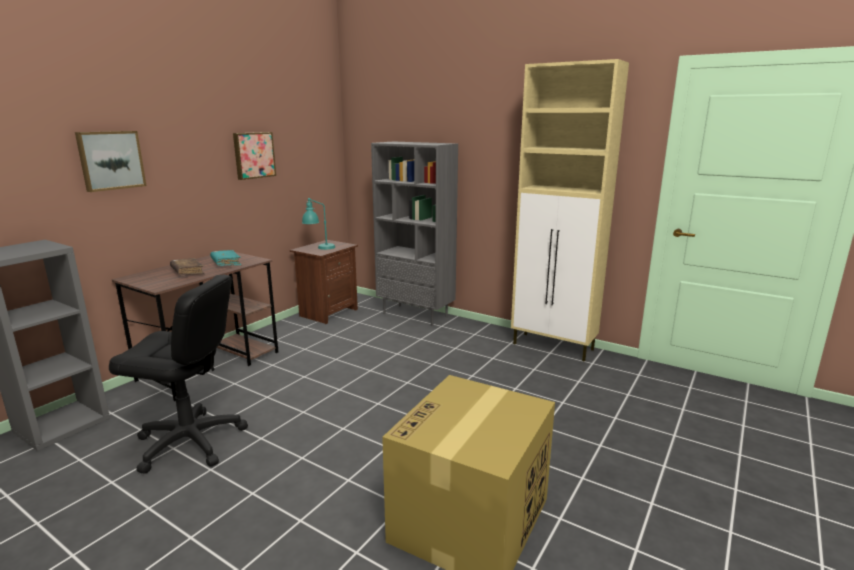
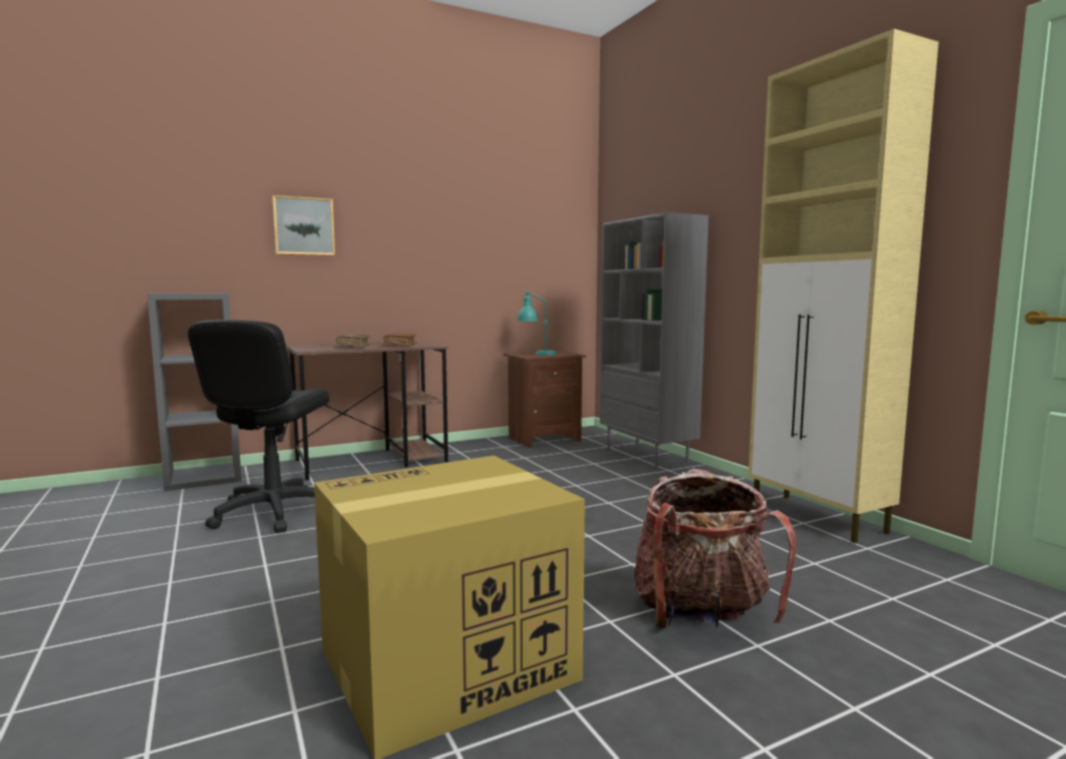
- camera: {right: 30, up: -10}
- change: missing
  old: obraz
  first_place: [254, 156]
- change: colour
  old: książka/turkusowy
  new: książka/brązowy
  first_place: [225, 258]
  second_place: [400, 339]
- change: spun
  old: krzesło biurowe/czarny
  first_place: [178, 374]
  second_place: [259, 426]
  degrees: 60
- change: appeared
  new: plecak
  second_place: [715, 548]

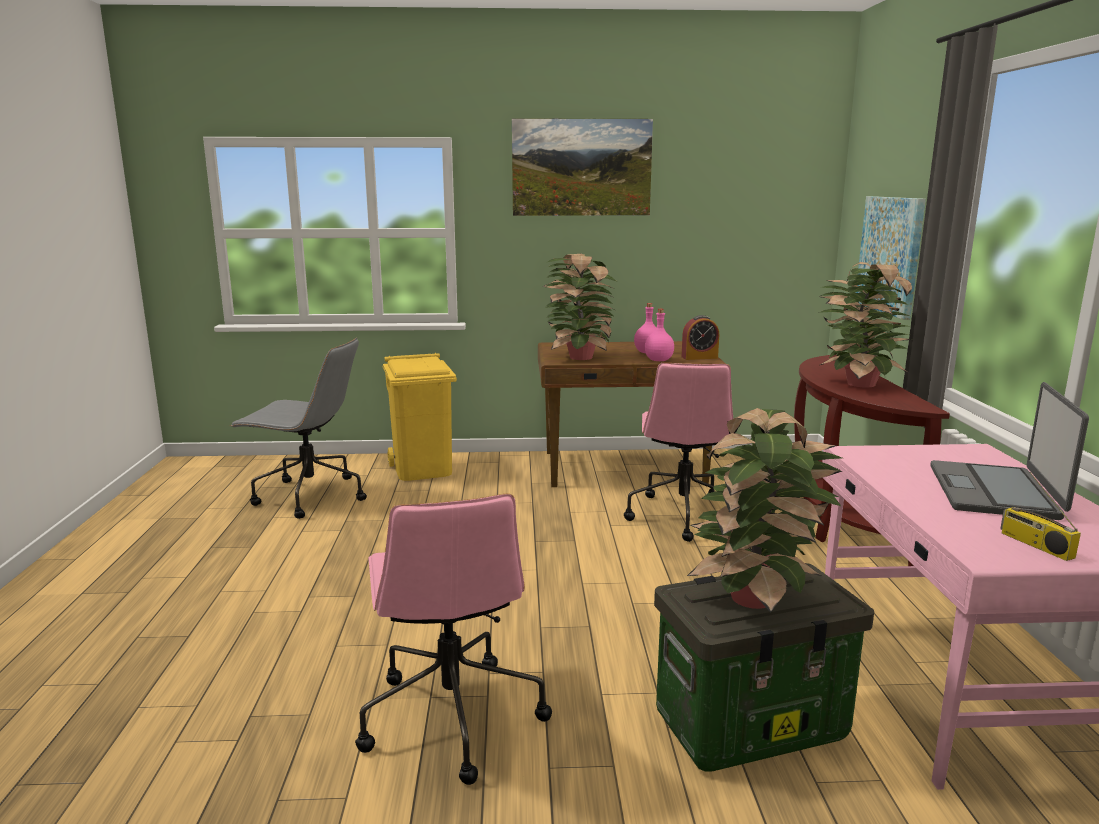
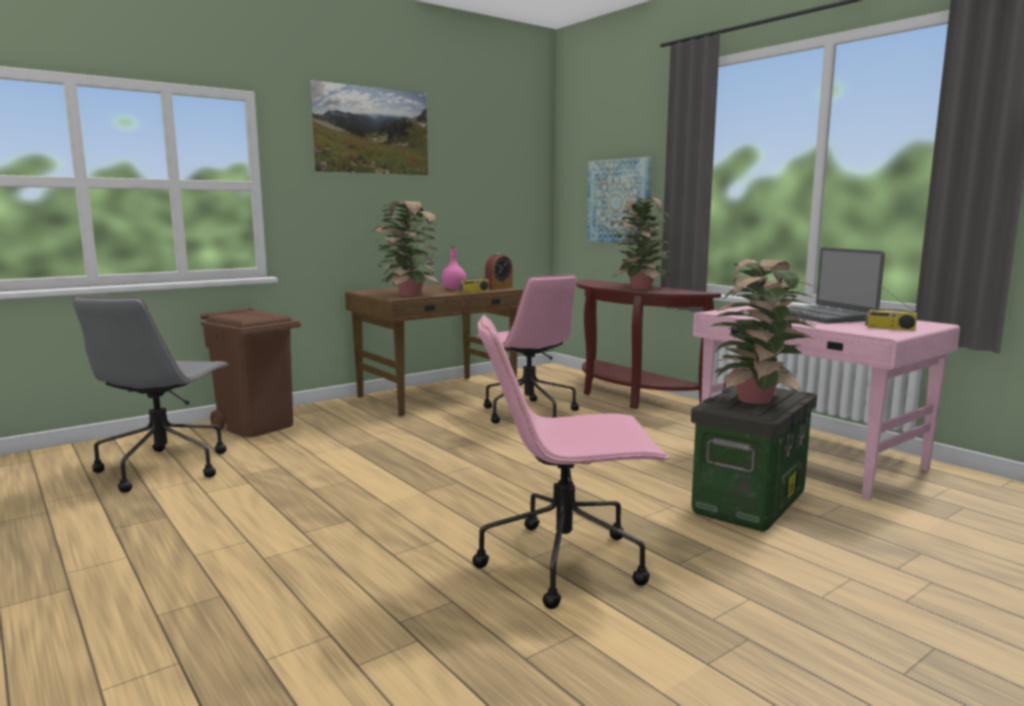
- camera: {right: -35, up: -5}
- change: exchanged
  old: butelka/różowy
  new: radio
  first_place: [659, 335]
  second_place: [474, 277]
- change: spun
  old: krzesło biurowe/szary
  first_place: [298, 428]
  second_place: [150, 394]
  degrees: 120
- change: colour
  old: kosz na śmieci/żółty
  new: kosz na śmieci/brązowy
  first_place: [419, 417]
  second_place: [250, 372]
- change: spun
  old: krzesło biurowe/różowy
  first_place: [453, 639]
  second_place: [571, 462]
  degrees: 135

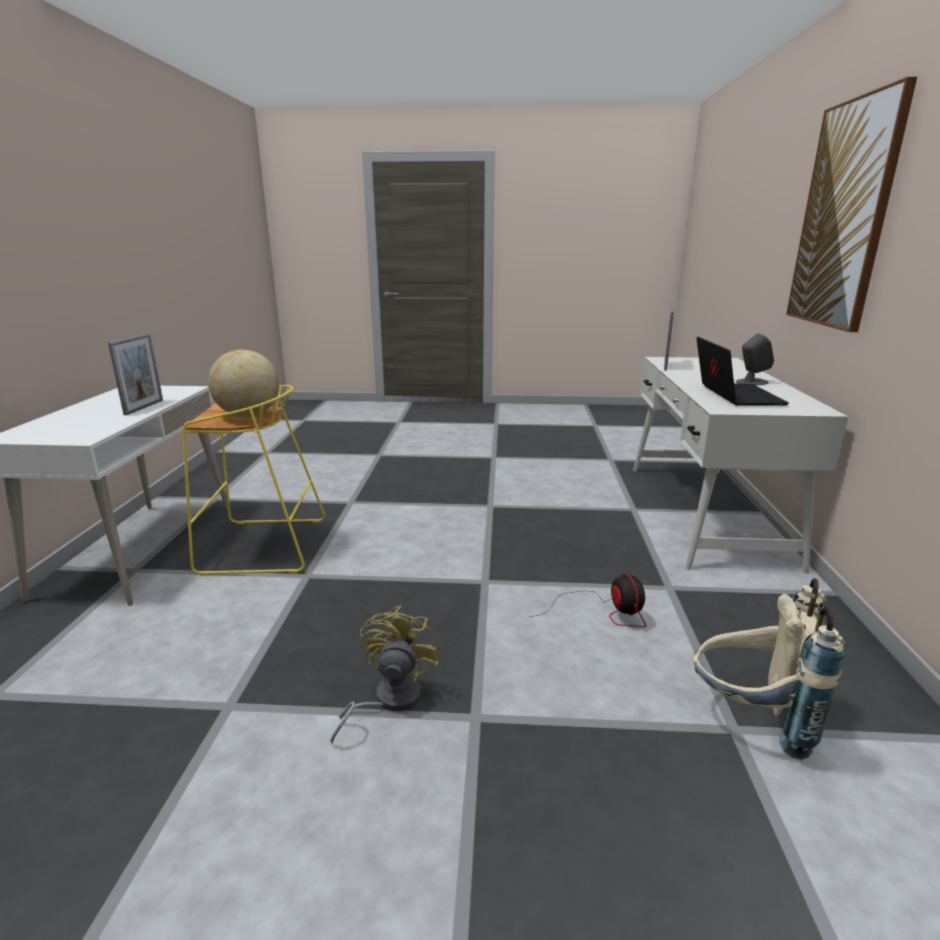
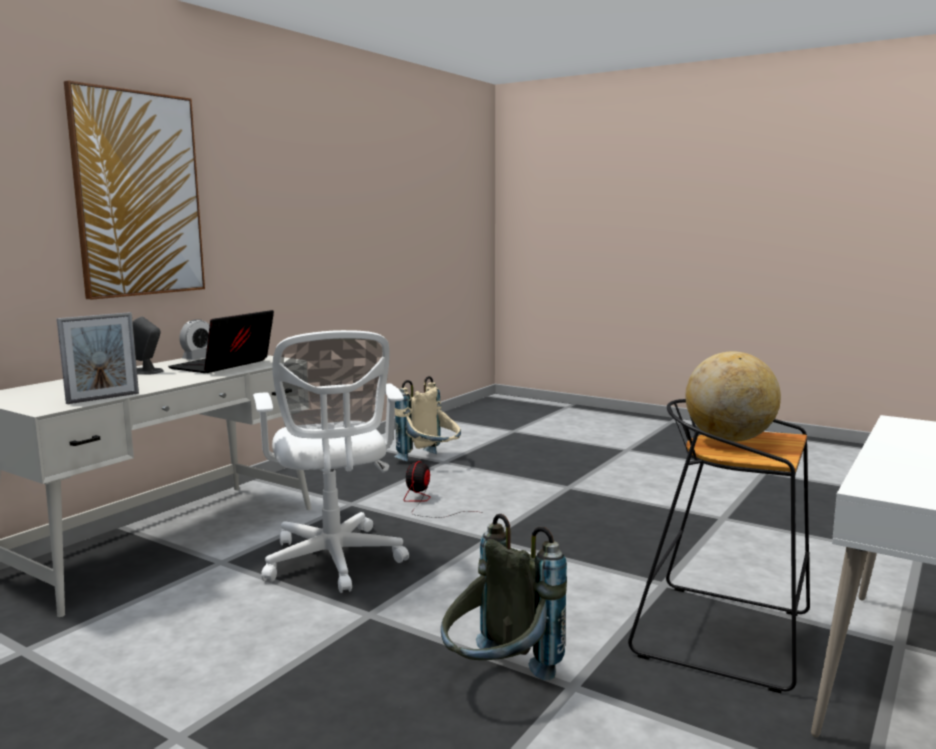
- camera: {right: -150, up: -10}
- change: missing
  old: ramka na zdjęcie
  first_place: [135, 374]
- change: colour
  old: stołek/żółty
  new: stołek/czarny
  first_place: [253, 480]
  second_place: [719, 546]
- change: missing
  old: wentylator/żółty
  first_place: [385, 675]
- change: appeared
  new: budzik
  second_place: [194, 339]
- change: appeared
  new: krzesło biurowe/biały
  second_place: [331, 461]
- change: appeared
  new: plecak/szary
  second_place: [504, 597]

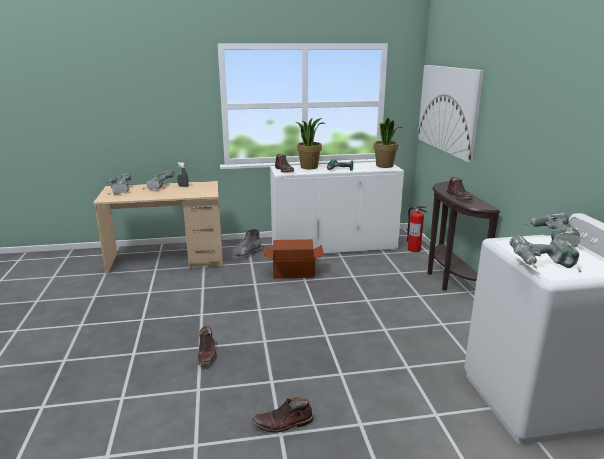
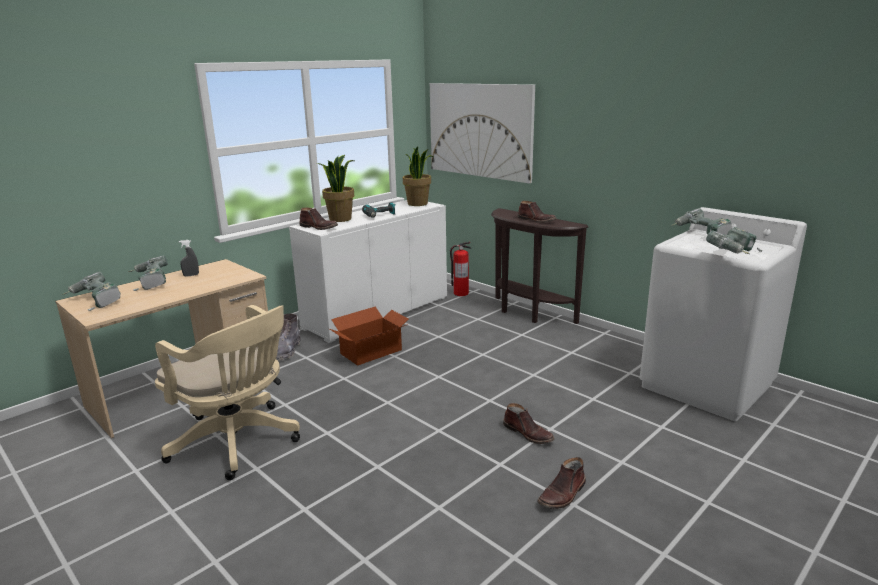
- camera: {right: -35, up: 0}
- change: relocated
  old: but z cholewką/brązowy
  first_place: [207, 345]
  second_place: [529, 423]
- change: appeared
  new: krzesło biurowe/beżowy
  second_place: [227, 392]

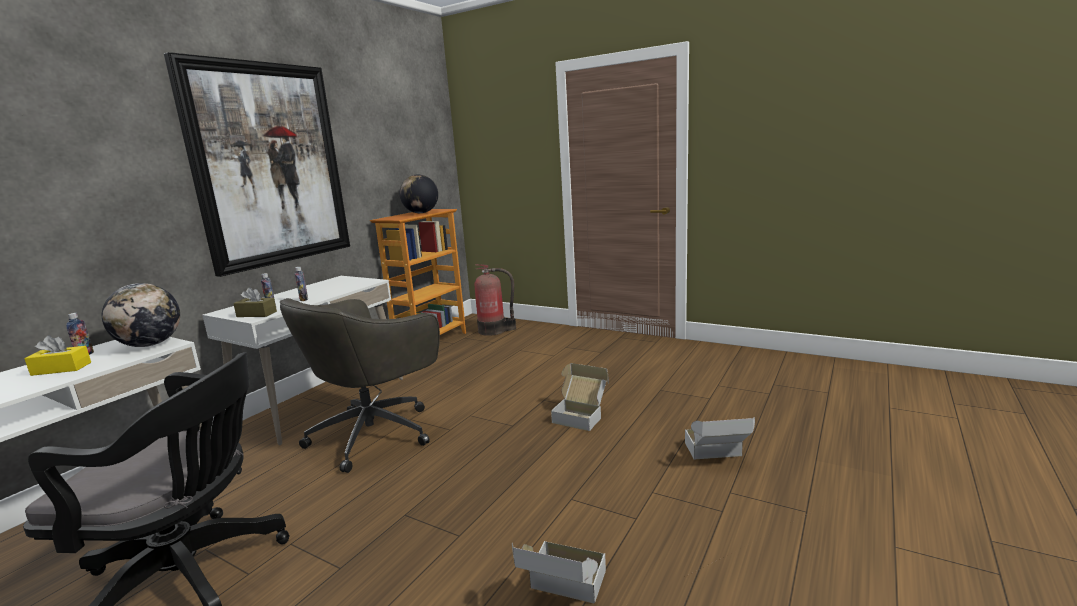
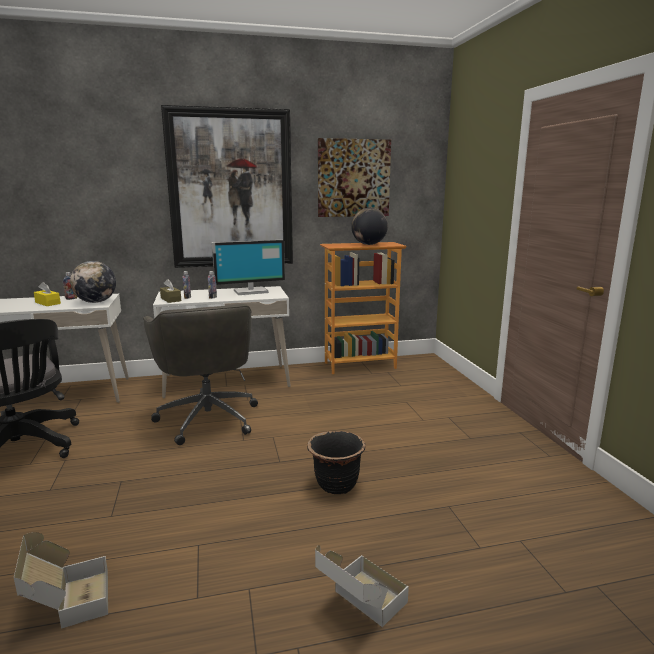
- camera: {right: 45, up: 0}
- change: missing
  old: gaśnica
  first_place: [495, 300]
- change: spun
  old: krzesło biurowe/szary
  first_place: [360, 385]
  second_place: [200, 374]
  degrees: -105
- change: exchanged
  old: karton
  new: donica/czarny
  first_place: [580, 397]
  second_place: [336, 463]
- change: appeared
  new: obraz
  second_place: [354, 177]
- change: appeared
  new: monitor
  second_place: [248, 267]

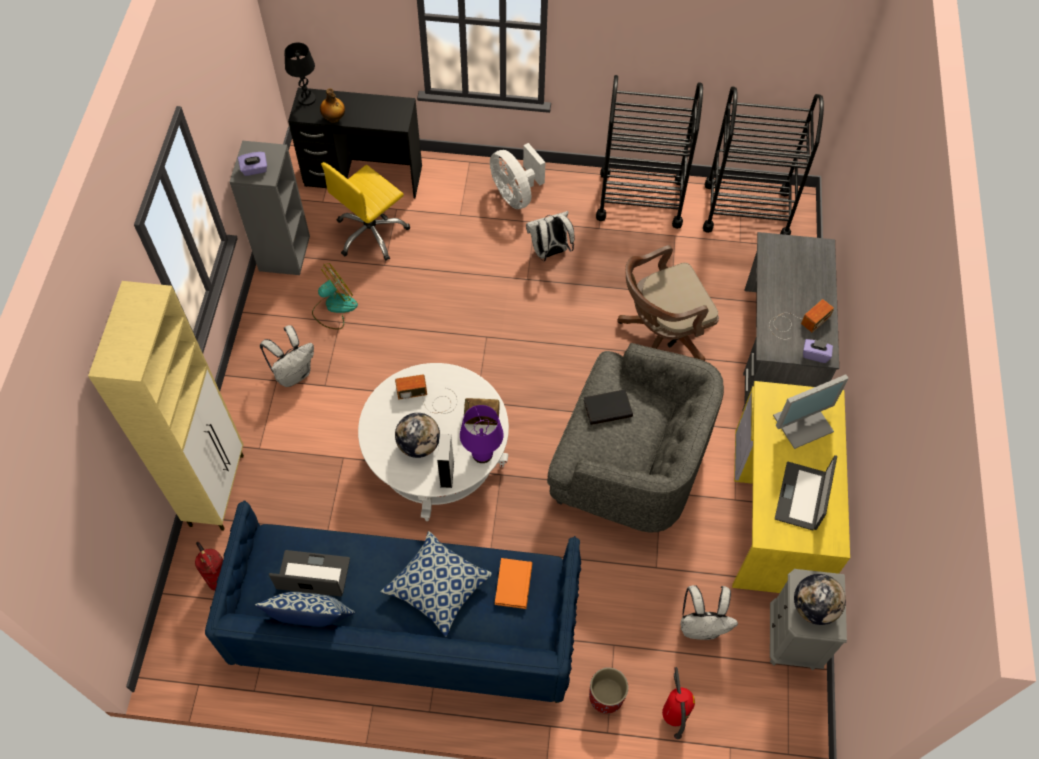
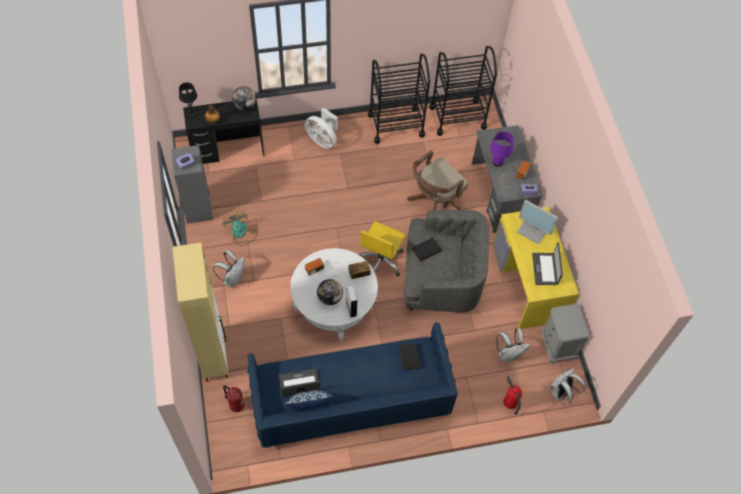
- camera: {right: -20, up: 0}
- change: relocated
  old: krzesło biurowe/żółty
  first_place: [365, 211]
  second_place: [382, 248]
- change: relocated
  old: plecak/biały
  first_place: [550, 236]
  second_place: [568, 386]
- change: spun
  old: wentylator
  first_place: [335, 296]
  second_place: [240, 229]
  degrees: -60
- change: spun
  old: monitor
  first_place: [811, 411]
  second_place: [537, 222]
  degrees: 75
- change: relocated
  old: lampa stołowa/fioletowy
  first_place: [482, 434]
  second_place: [502, 149]
- change: missing
  old: poduszka
  first_place: [436, 584]
- change: colour
  old: książka/pomarańczowy
  new: książka/czarny
  first_place: [513, 583]
  second_place: [409, 357]
- change: relocated
  old: globus
  first_place: [820, 599]
  second_place: [244, 98]
- change: missing
  old: donica/czerwony
  first_place: [608, 691]

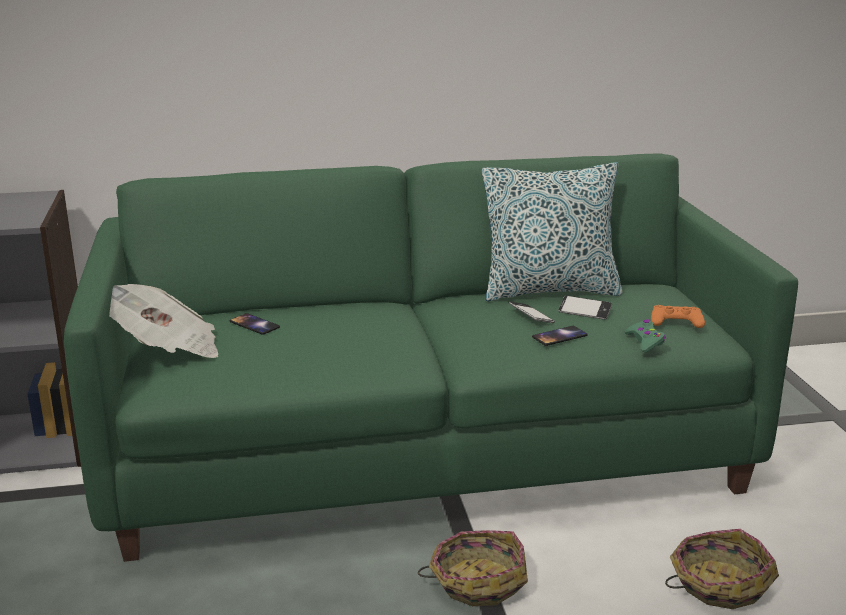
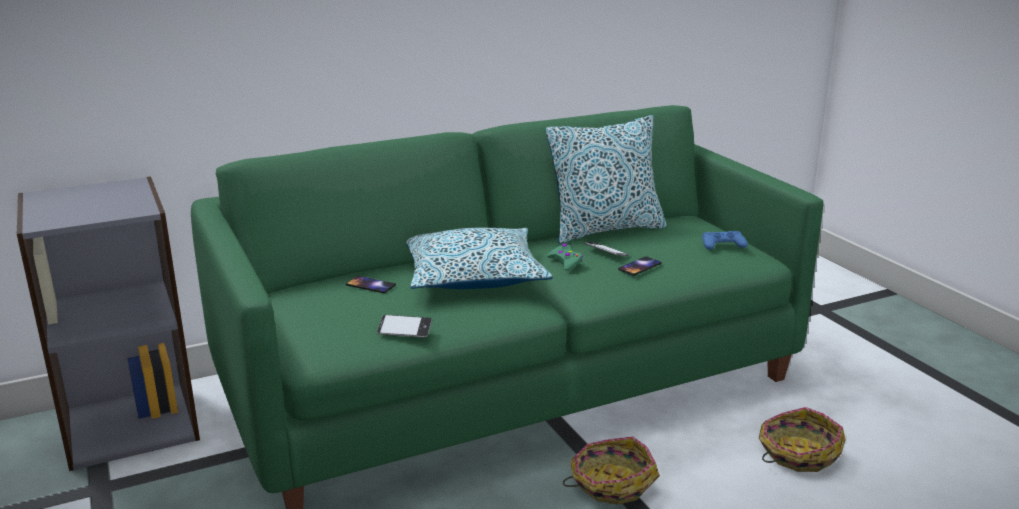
- camera: {right: -15, up: 0}
- change: missing
  old: gazeta
  first_place: [163, 321]
- change: relocated
  old: telefon
  first_place: [585, 307]
  second_place: [404, 326]
- change: colour
  old: pad do gier/pomarańczowy
  new: pad do gier/niebieski
  first_place: [678, 316]
  second_place: [725, 240]
- change: relocated
  old: pad do gier/zielony
  first_place: [645, 335]
  second_place: [565, 257]
- change: appeared
  new: poduszka
  second_place: [479, 258]

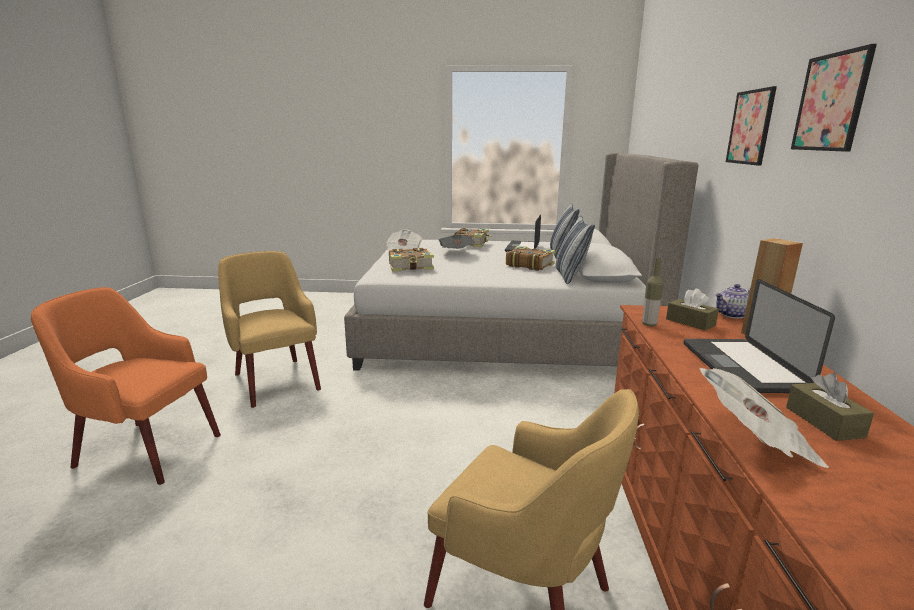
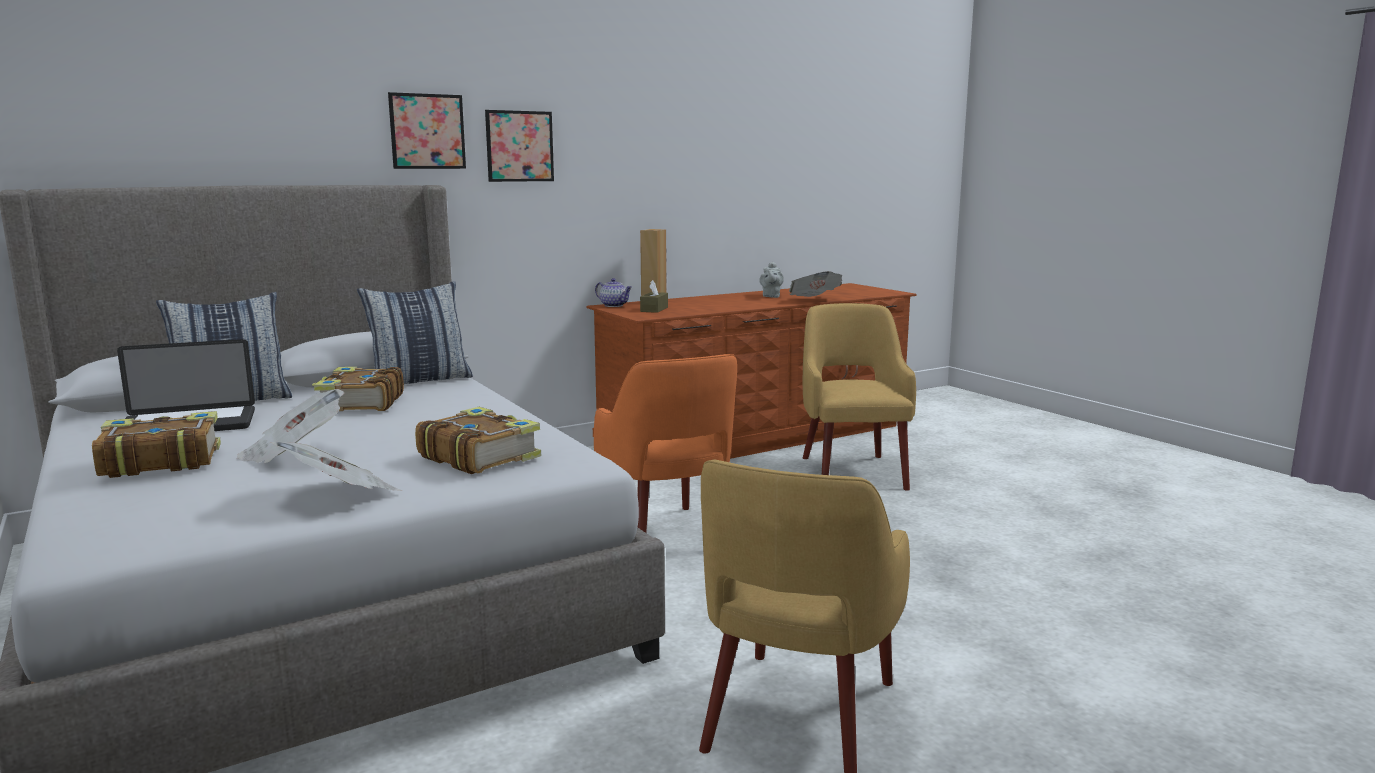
- camera: {right: -125, up: -5}
- change: relocated
  old: obraz
  first_place: [834, 98]
  second_place: [427, 130]
- change: missing
  old: butelka
  first_place: [653, 292]
- change: missing
  old: laptop
  first_place: [759, 336]
- change: relocated
  old: fotel/pomarańczowy
  first_place: [126, 386]
  second_place: [665, 443]
- change: exchanged
  old: pudełko chusteczek/brązowy
  new: imbryk/szary
  first_place: [830, 407]
  second_place: [771, 280]

